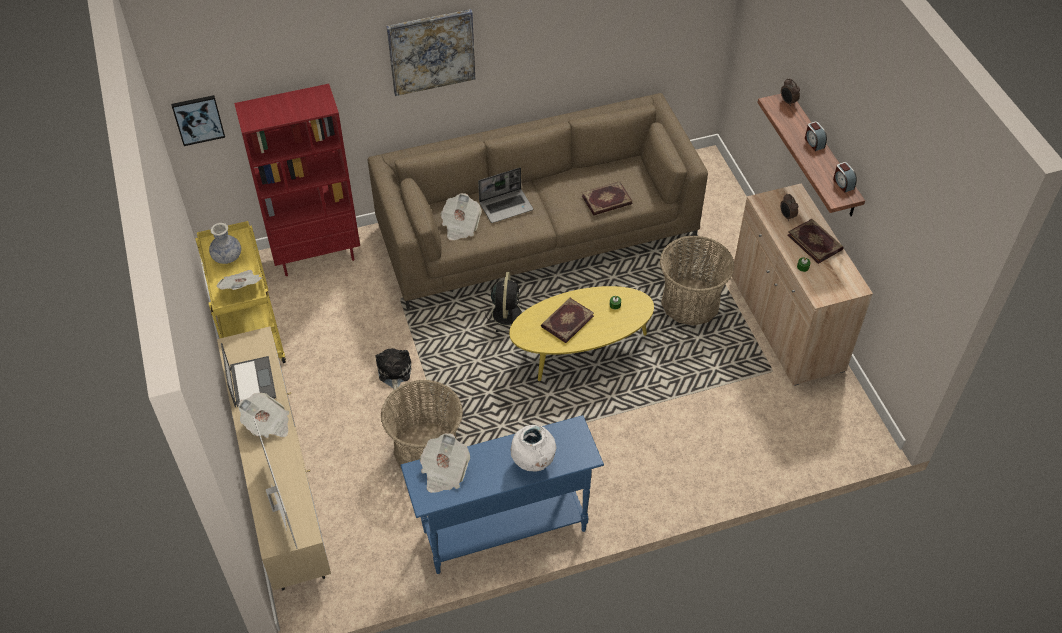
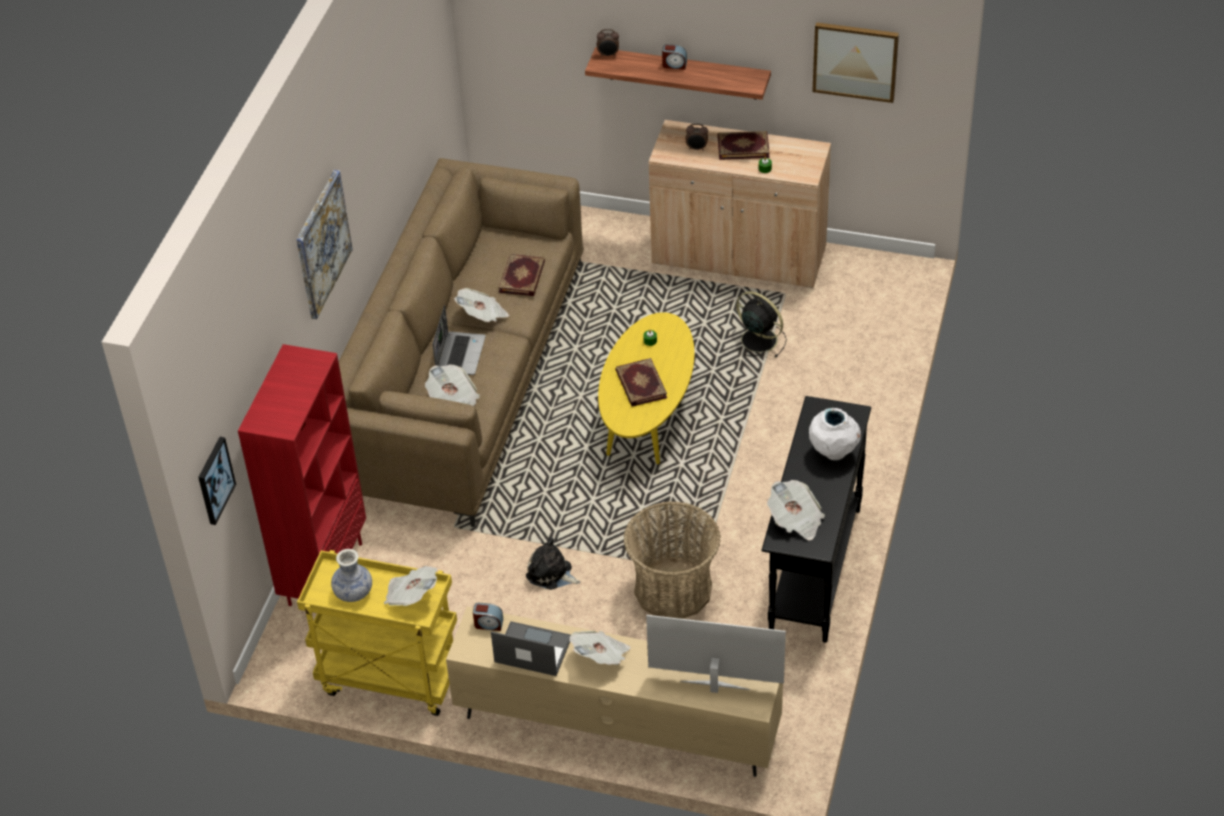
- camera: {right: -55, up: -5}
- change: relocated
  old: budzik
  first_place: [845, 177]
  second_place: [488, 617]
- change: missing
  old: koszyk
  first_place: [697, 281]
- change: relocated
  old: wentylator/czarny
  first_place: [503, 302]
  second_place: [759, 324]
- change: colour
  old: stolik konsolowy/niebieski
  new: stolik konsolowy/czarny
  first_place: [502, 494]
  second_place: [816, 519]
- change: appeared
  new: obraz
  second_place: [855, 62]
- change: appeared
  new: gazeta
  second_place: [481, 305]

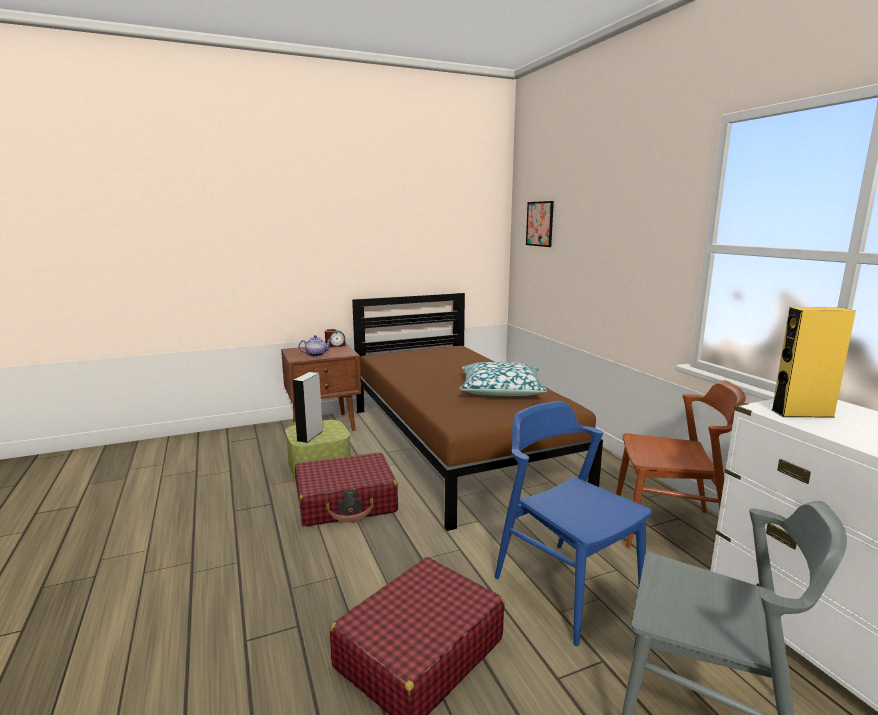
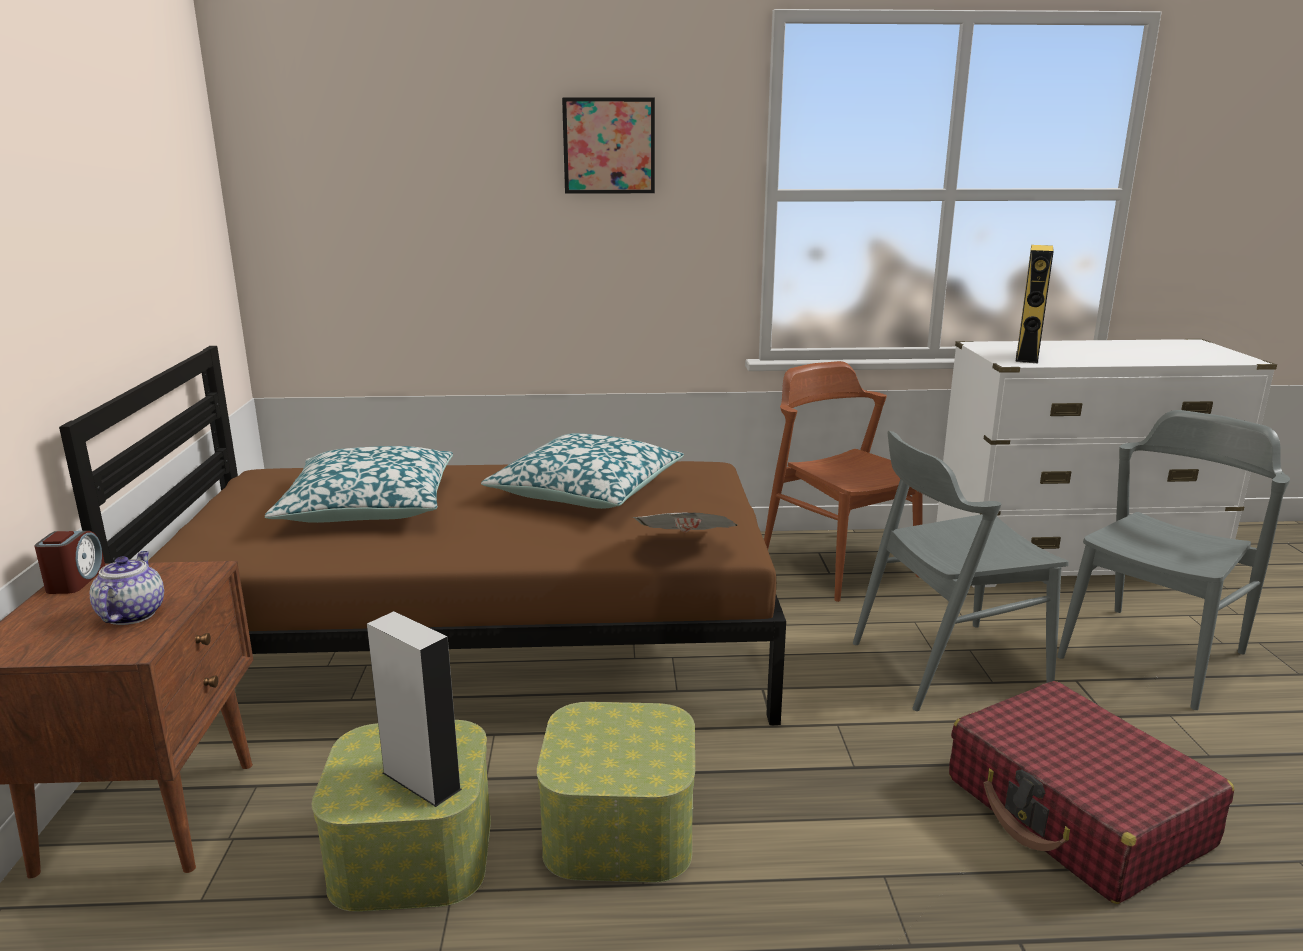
- camera: {right: -70, up: 5}
- change: relocated
  old: obraz
  first_place: [540, 224]
  second_place: [608, 145]
- change: spun
  old: krzesło/brązowy
  first_place: [681, 464]
  second_place: [843, 481]
  degrees: -60
- change: colour
  old: krzesło/niebieski
  new: krzesło/szary
  first_place: [573, 523]
  second_place: [961, 571]
- change: exchanged
  old: walizka/czerwony
  new: pojemnik do przechowywania
  first_place: [346, 489]
  second_place: [616, 792]
- change: appeared
  new: poduszka
  second_place: [359, 484]
- change: appeared
  new: gazeta
  second_place: [684, 522]

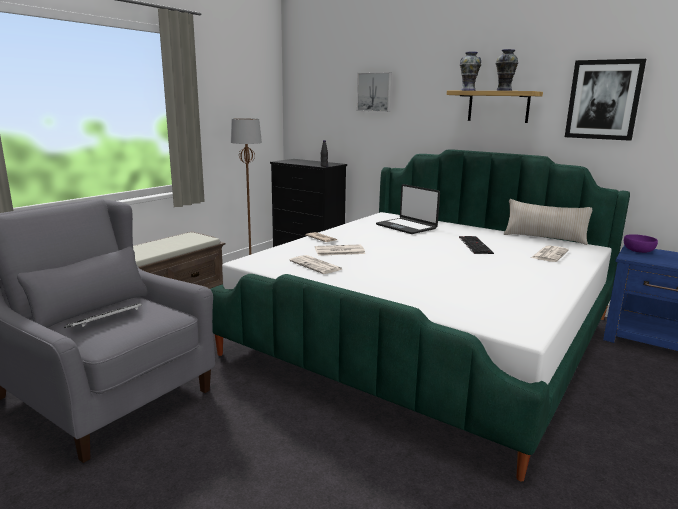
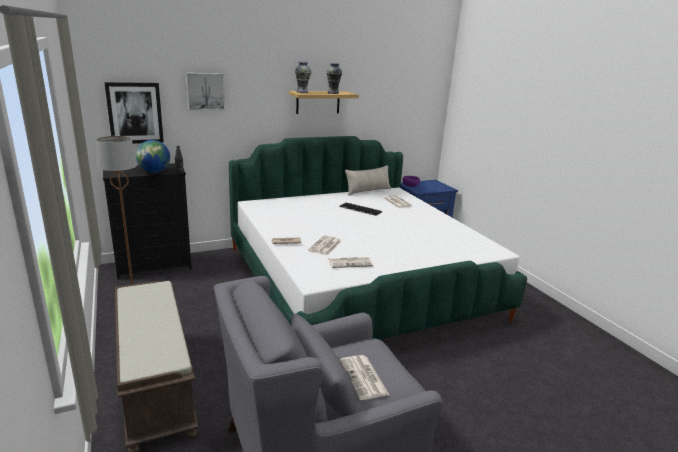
- camera: {right: -60, up: 5}
- change: relocated
  old: obraz
  first_place: [605, 100]
  second_place: [134, 113]
- change: missing
  old: laptop
  first_place: [408, 209]
- change: exchanged
  old: klawiatura
  new: gazeta
  first_place: [103, 315]
  second_place: [364, 377]
- change: appeared
  new: globus
  second_place: [153, 156]

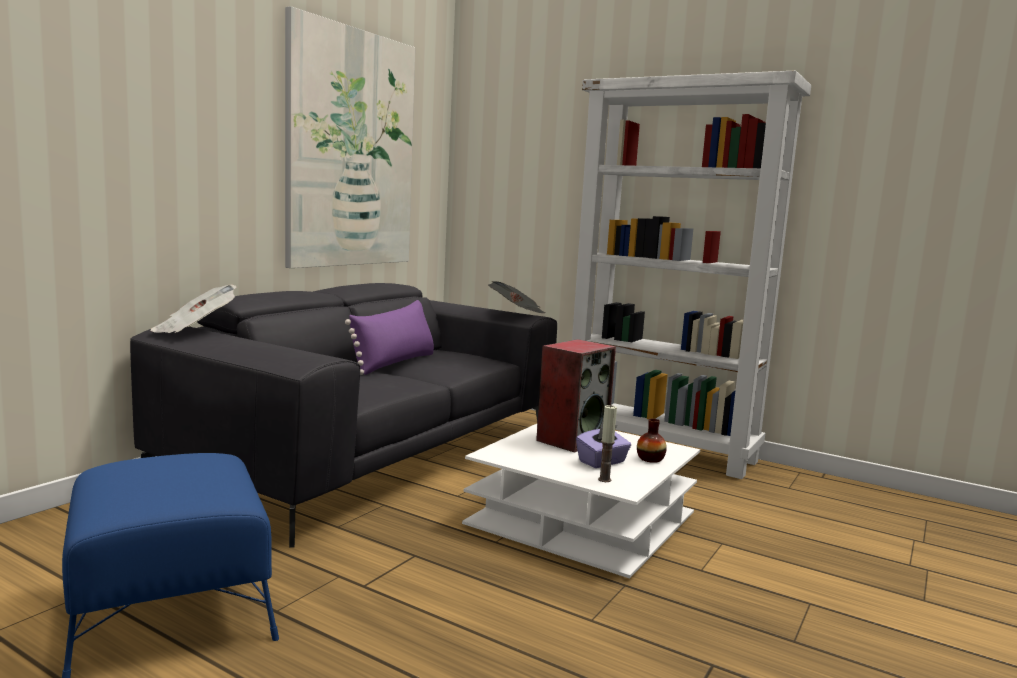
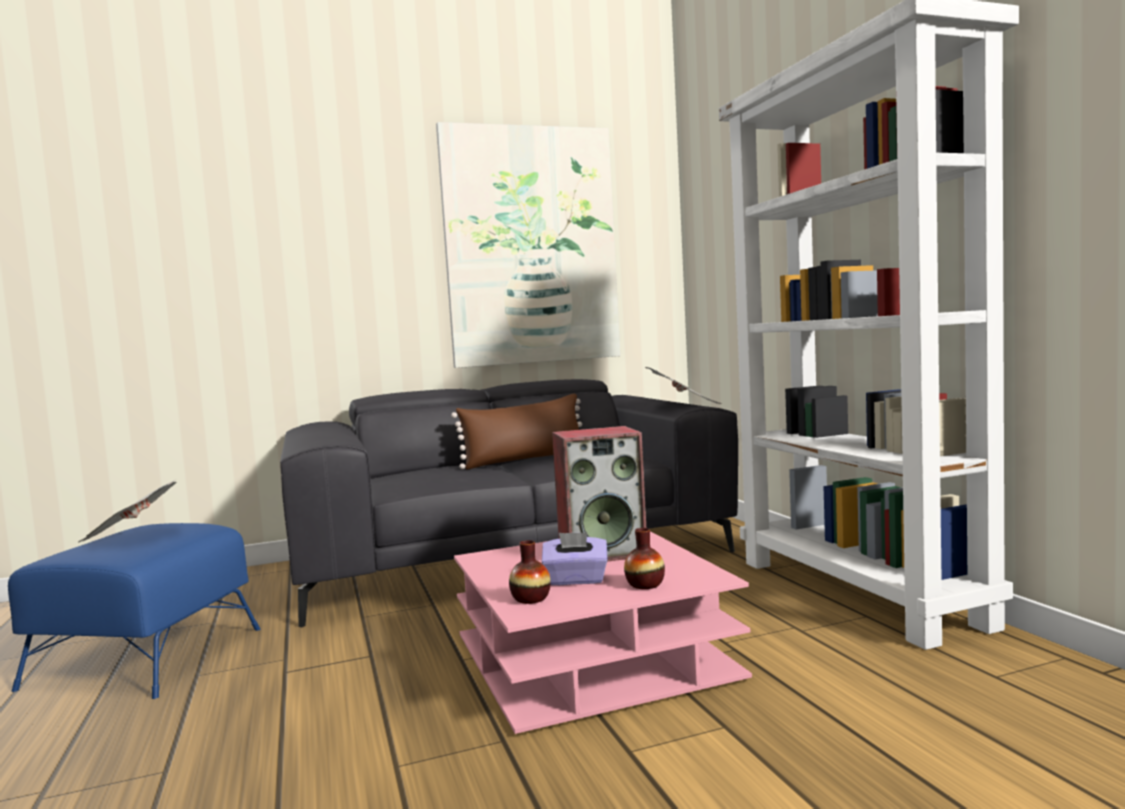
- camera: {right: 40, up: -5}
- change: relocated
  old: gazeta
  first_place: [194, 309]
  second_place: [127, 511]
- change: colour
  old: poduszka/fioletowy
  new: poduszka/brązowy
  first_place: [389, 337]
  second_place: [516, 431]
- change: exchanged
  old: świeca
  new: wazon
  first_place: [607, 443]
  second_place: [530, 572]
- change: colour
  old: ława/biały
  new: ława/różowy
  first_place: [581, 501]
  second_place: [603, 632]

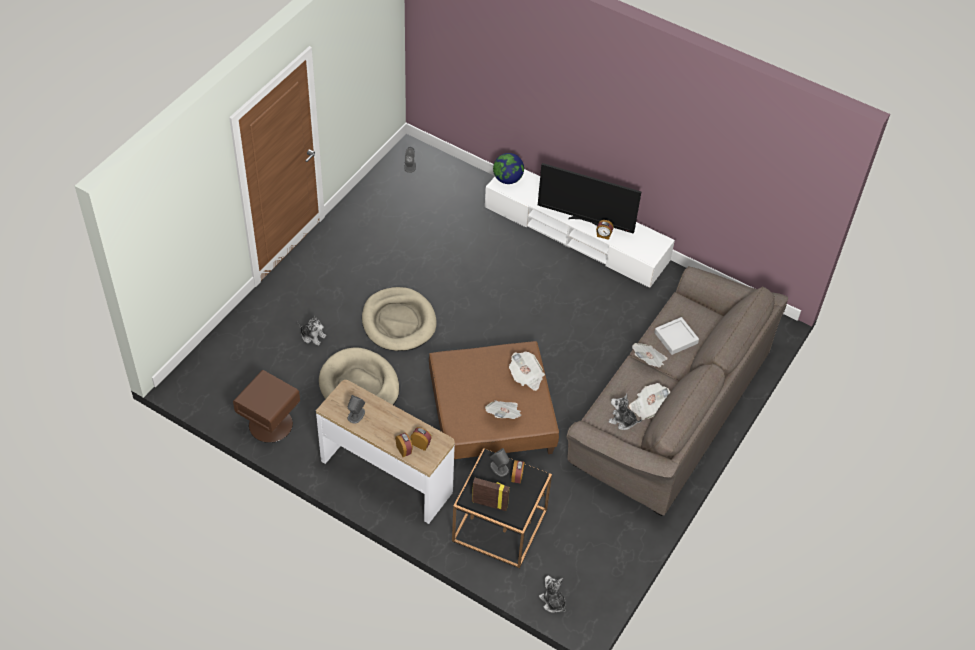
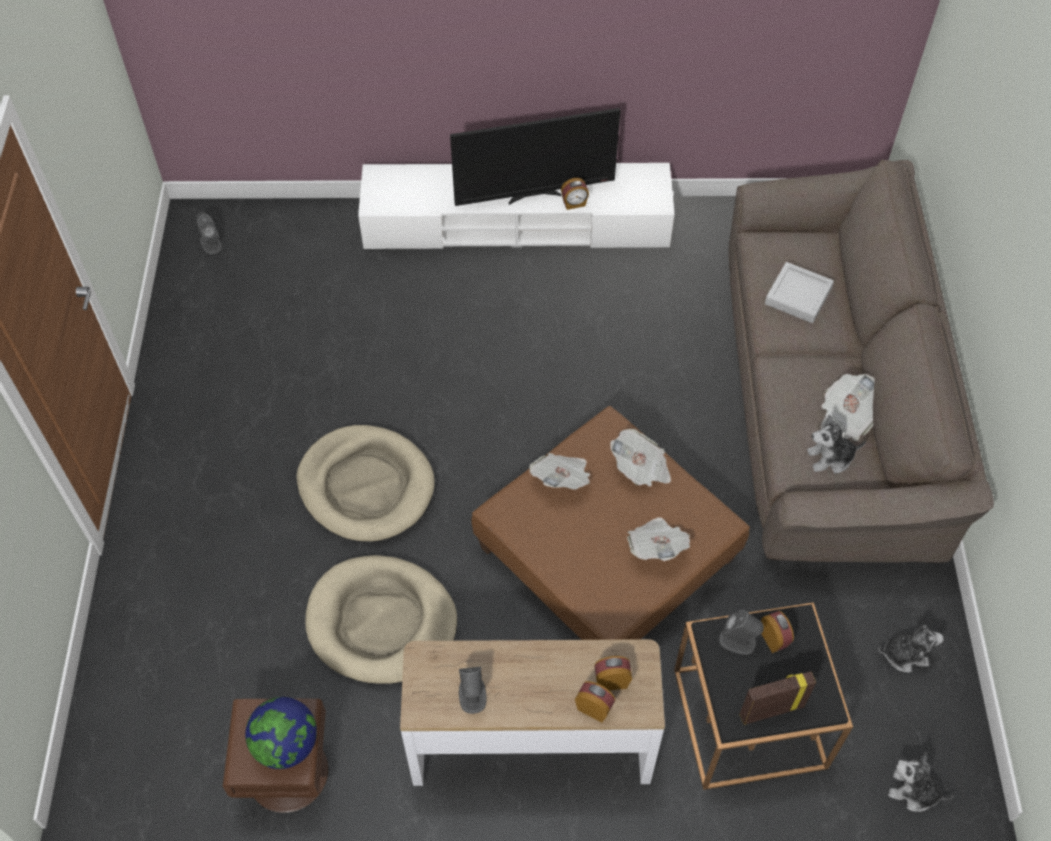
- camera: {right: -30, up: 5}
- change: relocated
  old: globus
  first_place: [508, 168]
  second_place: [281, 733]
- change: relocated
  old: pluszak
  first_place: [312, 331]
  second_place: [911, 648]
- change: relocated
  old: gazeta
  first_place: [650, 355]
  second_place: [559, 471]

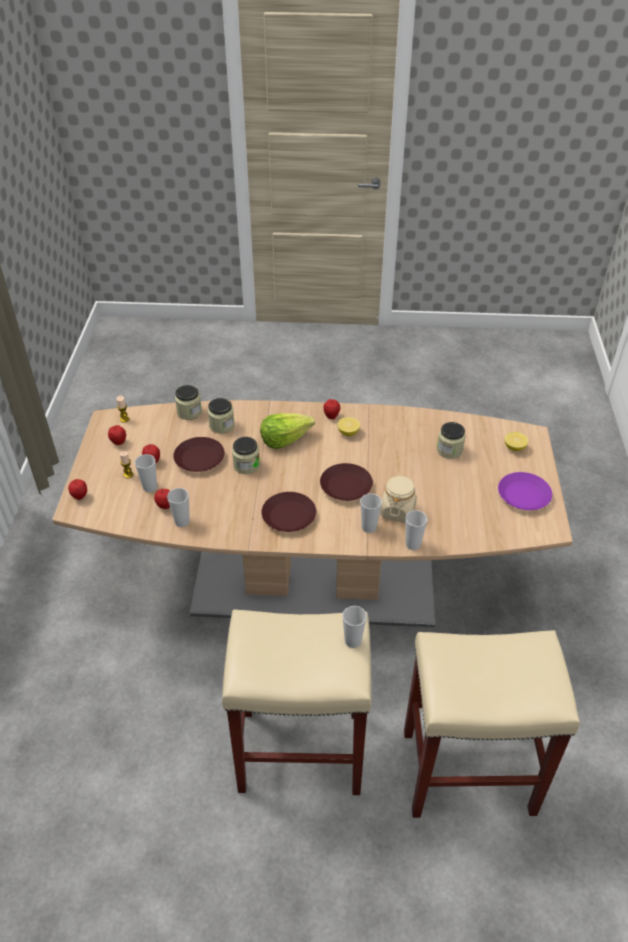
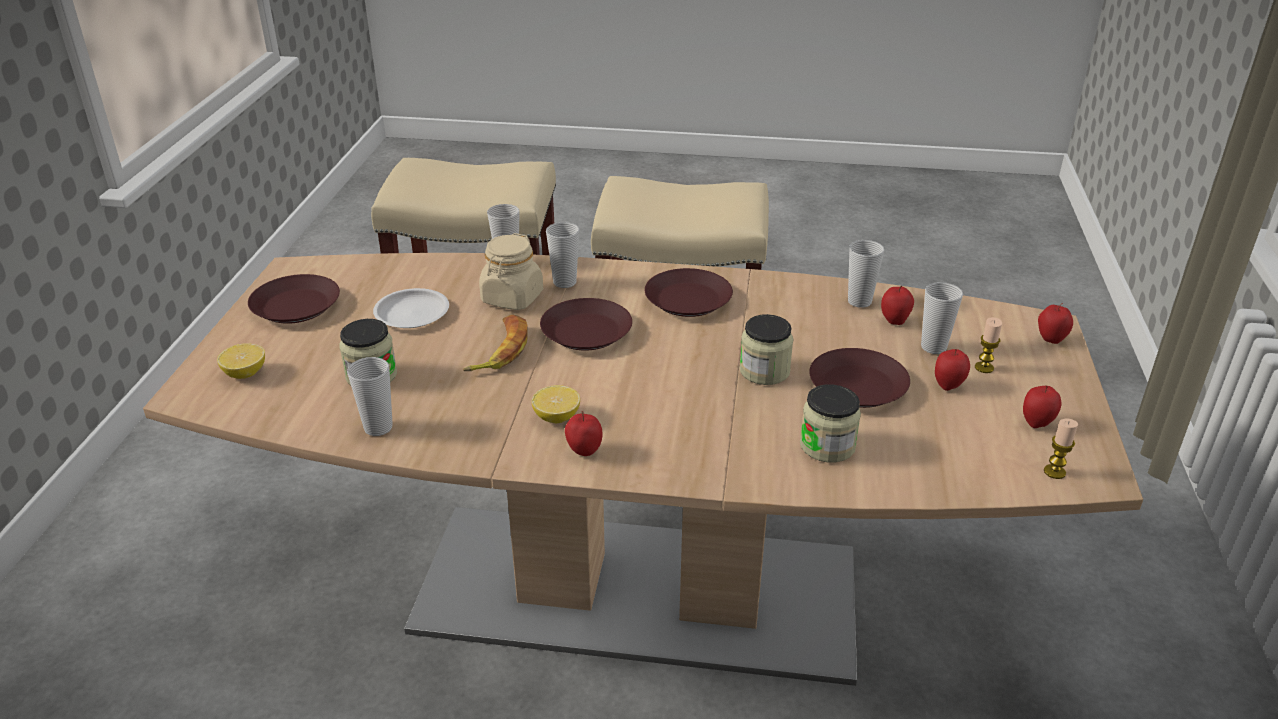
- camera: {right: -175, up: -10}
- change: missing
  old: słoik
  first_place: [188, 402]
- change: missing
  old: sałata
  first_place: [287, 431]
- change: colour
  old: talerz/fioletowy
  new: talerz/brązowy
  first_place: [525, 491]
  second_place: [294, 299]
- change: relocated
  old: filiżanka
  first_place: [354, 627]
  second_place: [370, 396]
- change: appeared
  new: talerz/biały
  second_place: [411, 308]
- change: appeared
  new: banan
  second_place: [495, 343]

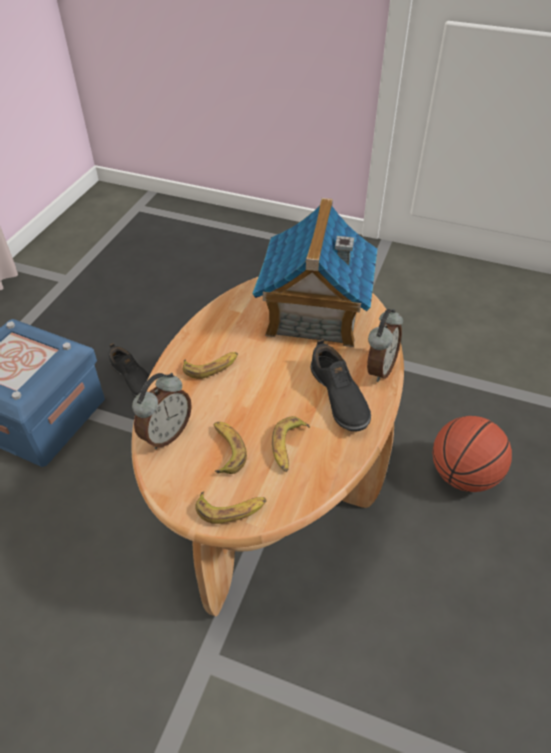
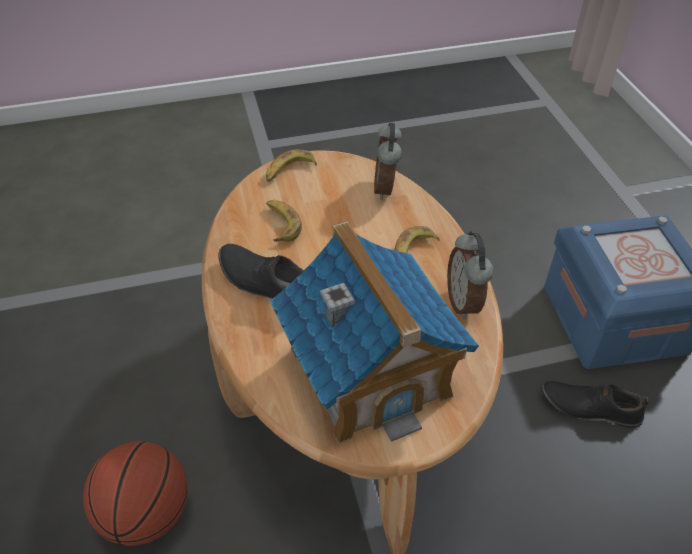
- camera: {right: 145, up: 0}
- change: relocated
  old: budzik
  first_place: [385, 345]
  second_place: [470, 275]
- change: missing
  old: banan
  first_place: [230, 448]

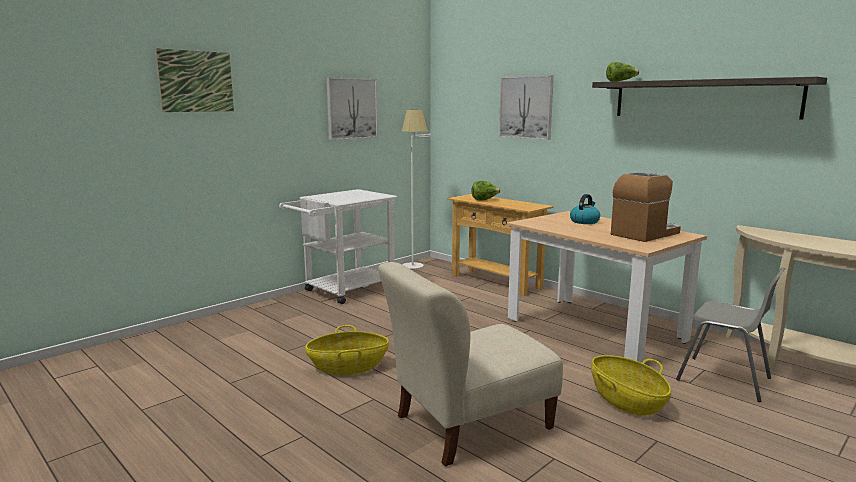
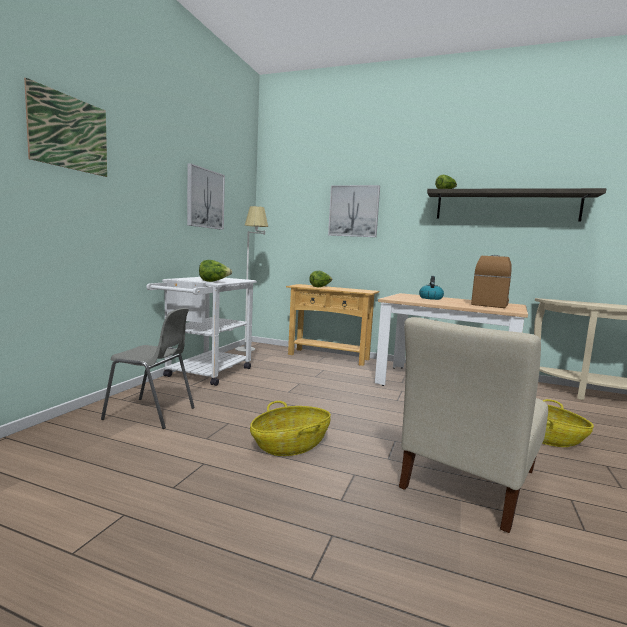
- camera: {right: -25, up: -5}
- change: relocated
  old: krzesło/szary
  first_place: [731, 334]
  second_place: [148, 368]
- change: appeared
  new: sałata
  second_place: [215, 271]

